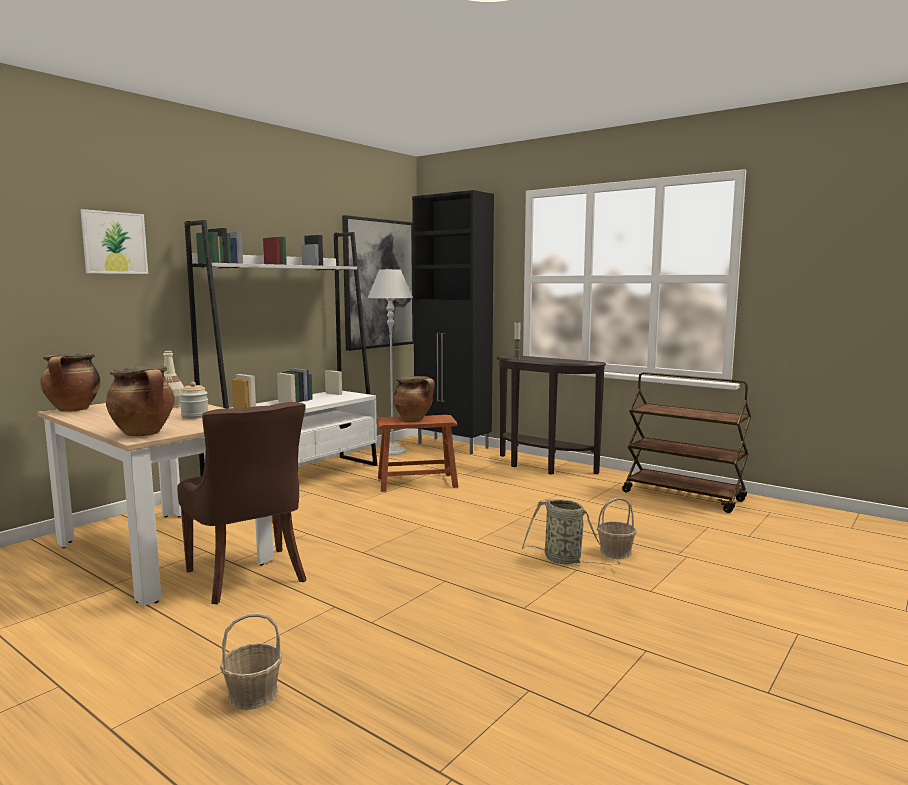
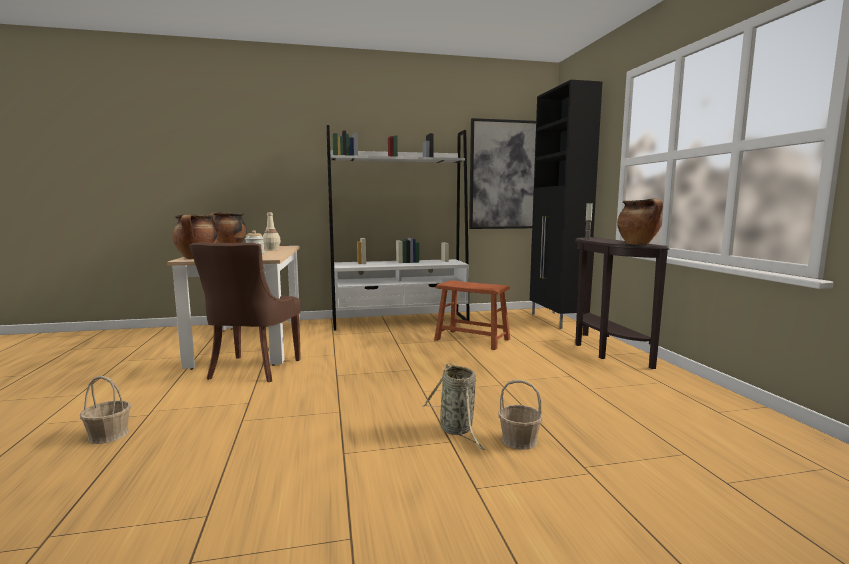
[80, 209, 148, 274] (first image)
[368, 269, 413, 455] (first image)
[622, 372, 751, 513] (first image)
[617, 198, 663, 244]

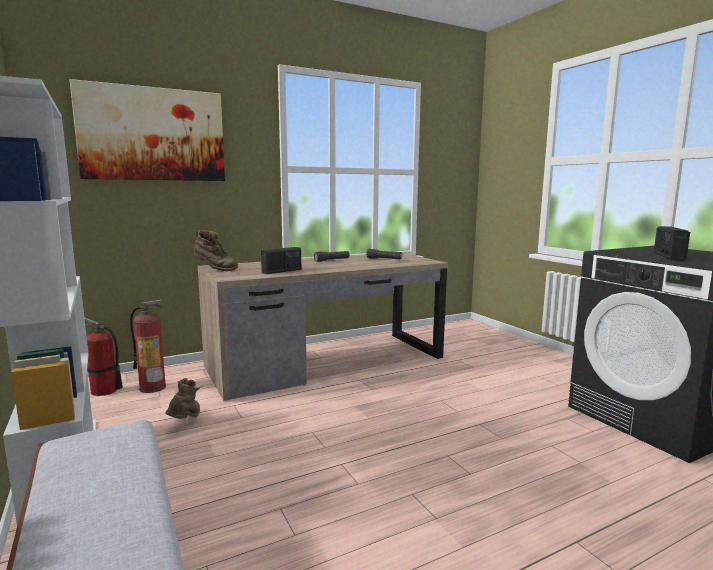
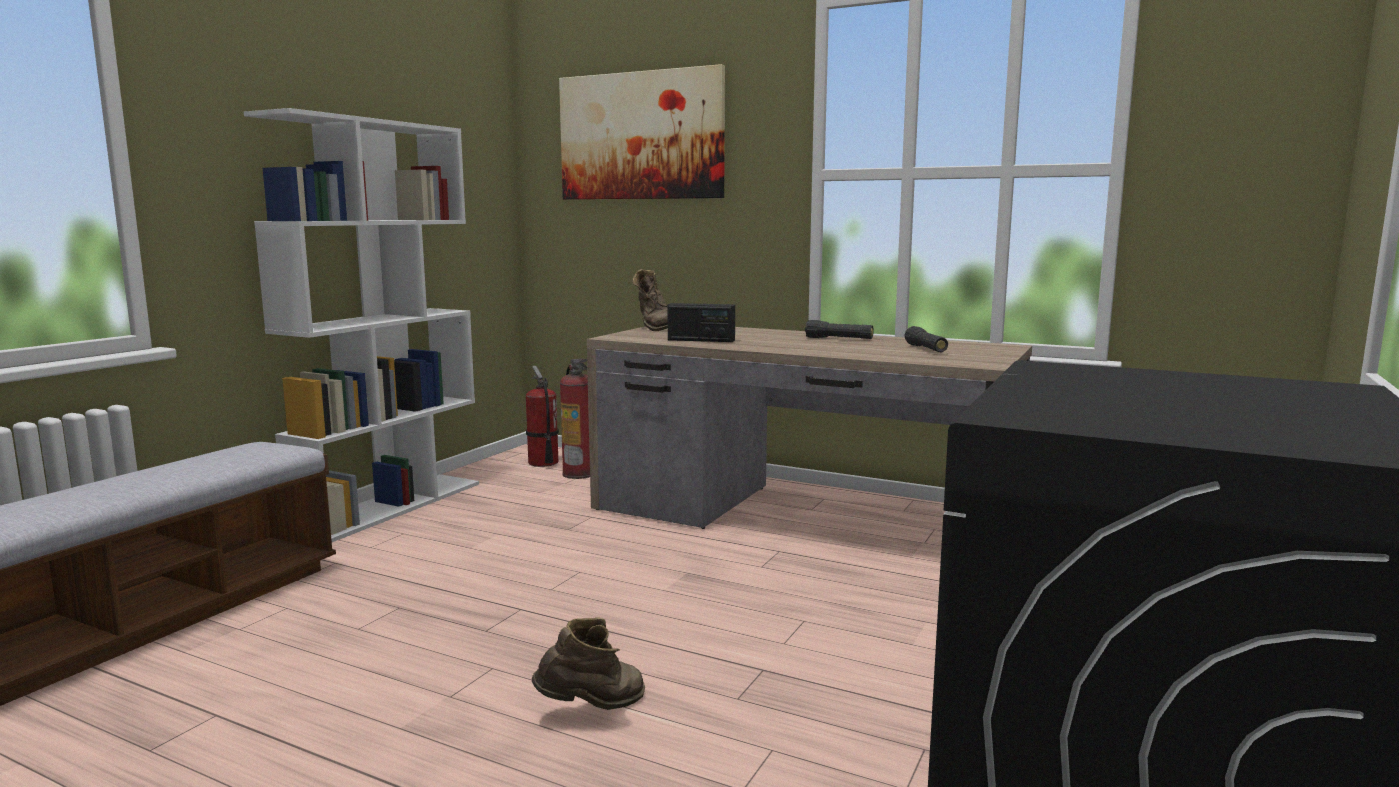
[654, 226, 690, 261] (first image)
[532, 617, 645, 710]

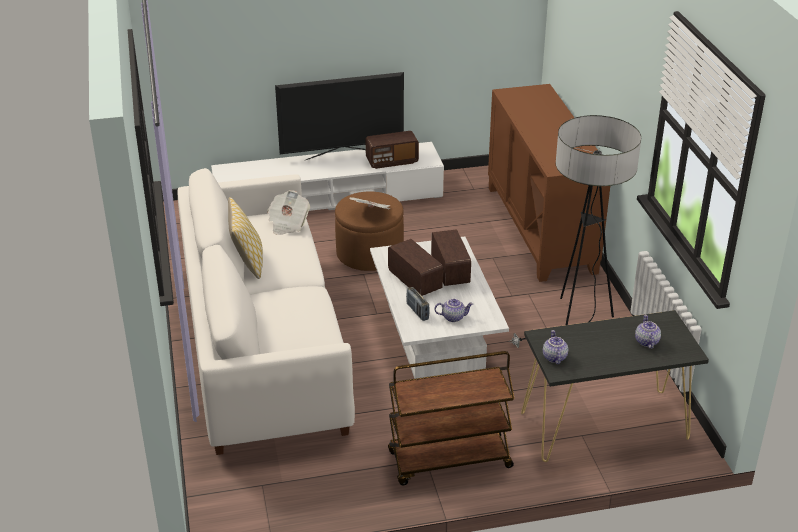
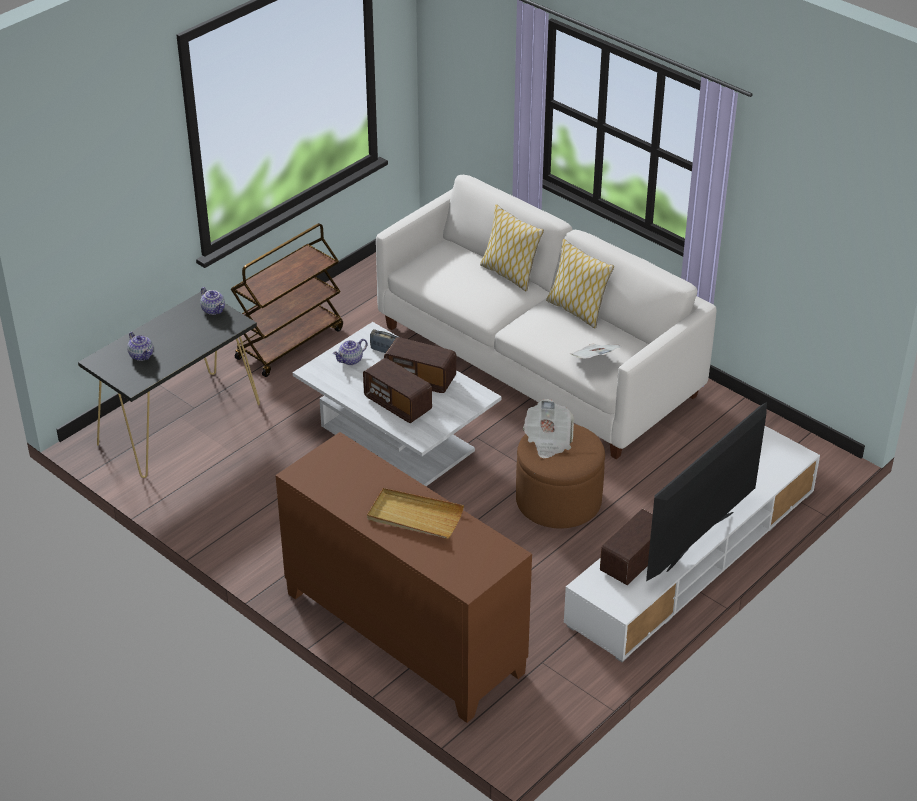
[510, 115, 641, 348] (first image)
[480, 204, 544, 291]
[367, 488, 464, 538]

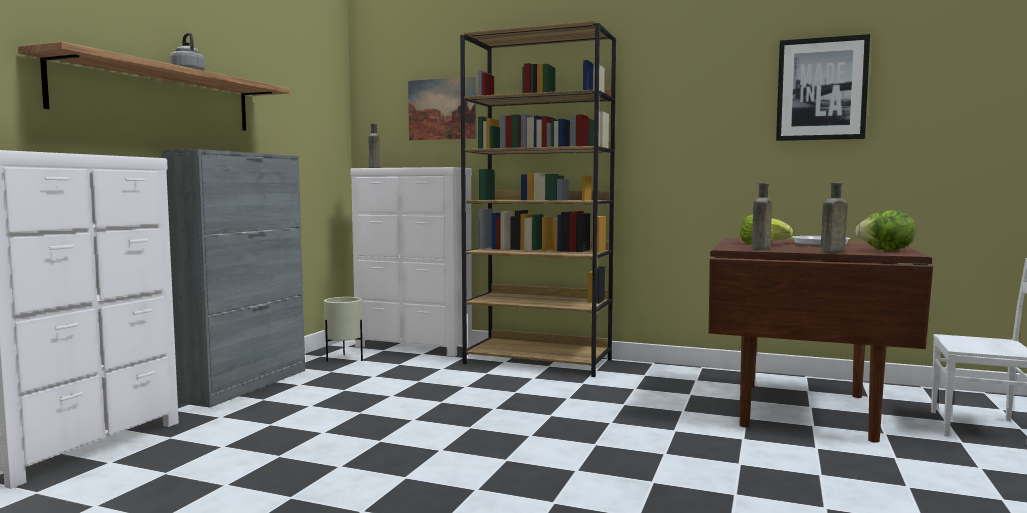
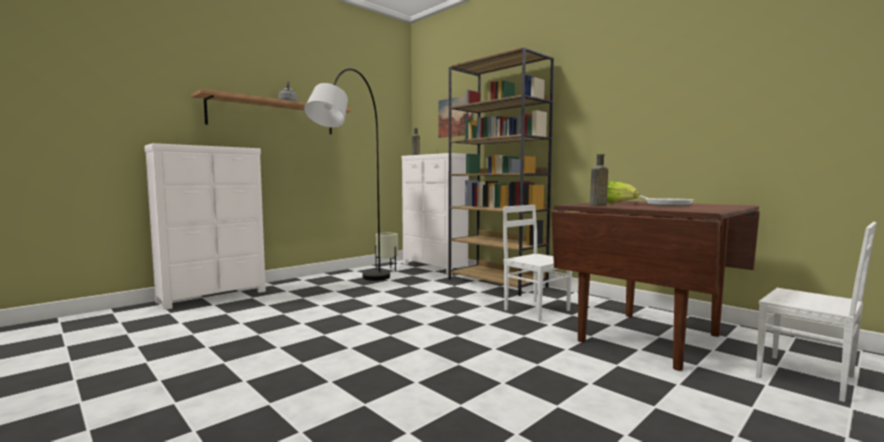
[776, 34, 870, 141] (first image)
[162, 149, 305, 408] (first image)
[820, 183, 848, 253] (first image)
[855, 210, 915, 251] (first image)
[304, 68, 390, 281]
[503, 205, 572, 321]

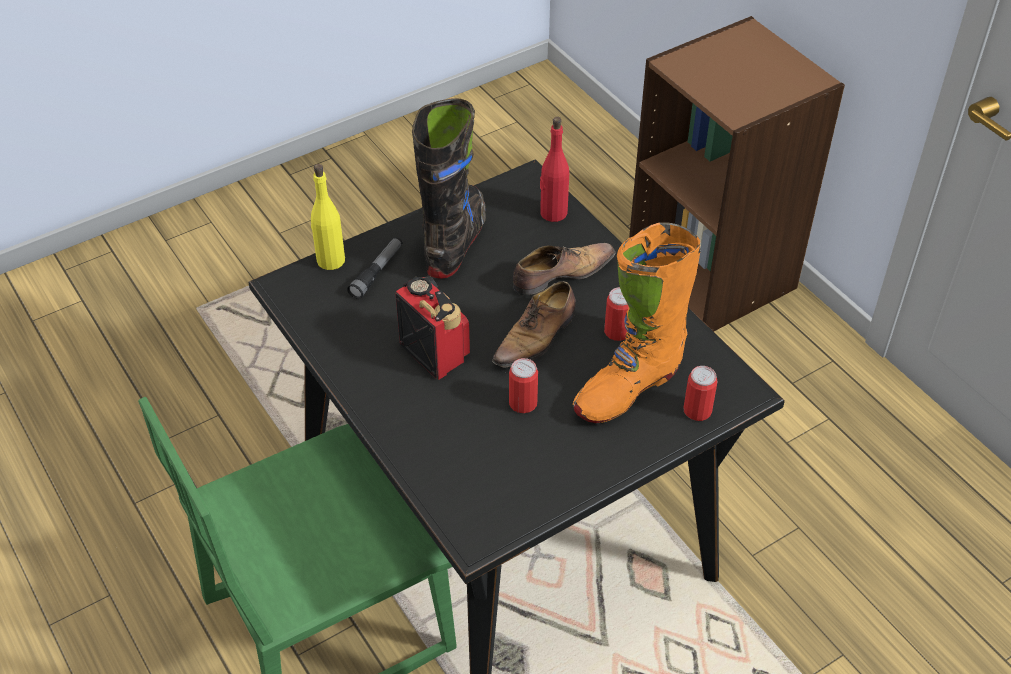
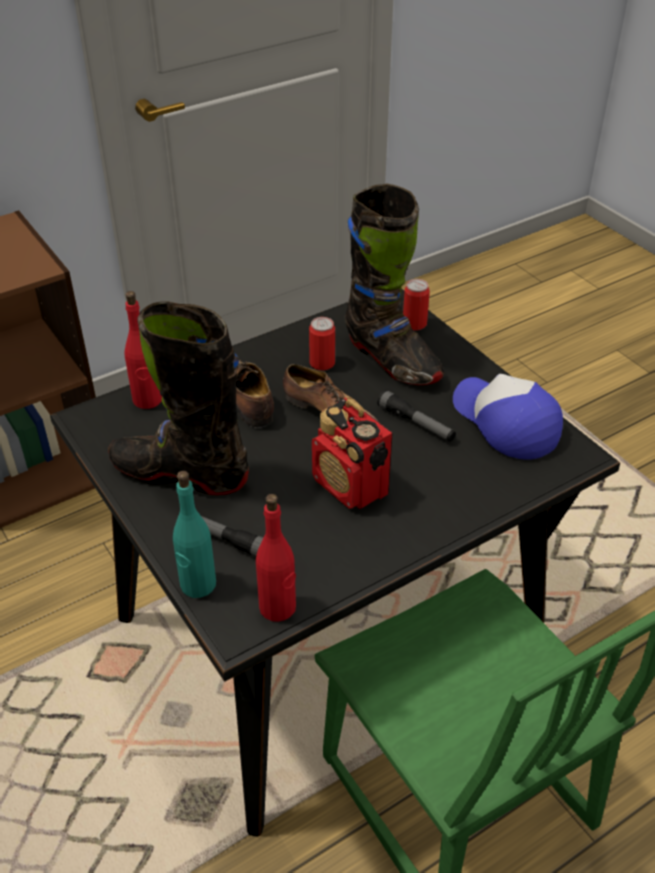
[173, 471, 216, 598]
[345, 184, 444, 385]
[312, 398, 393, 509]
[377, 390, 456, 442]
[453, 374, 563, 460]
[256, 494, 296, 622]

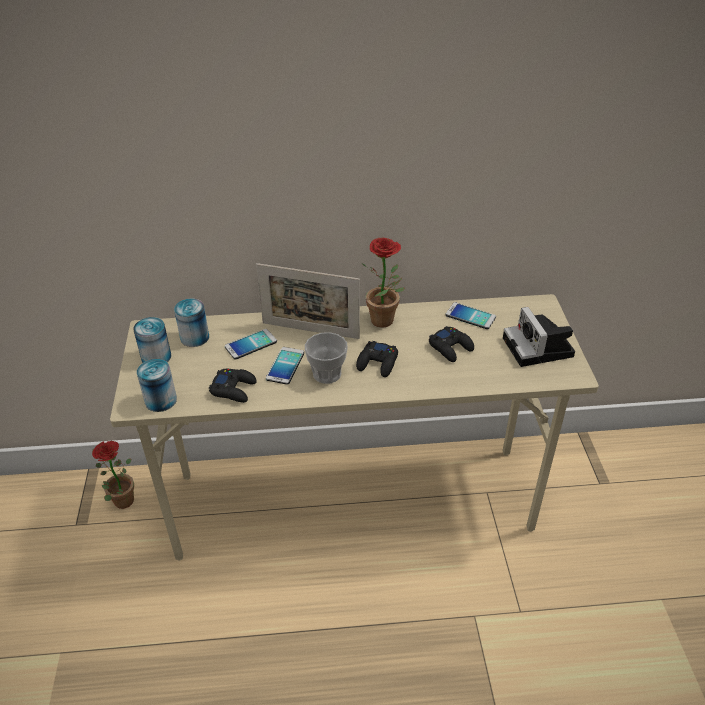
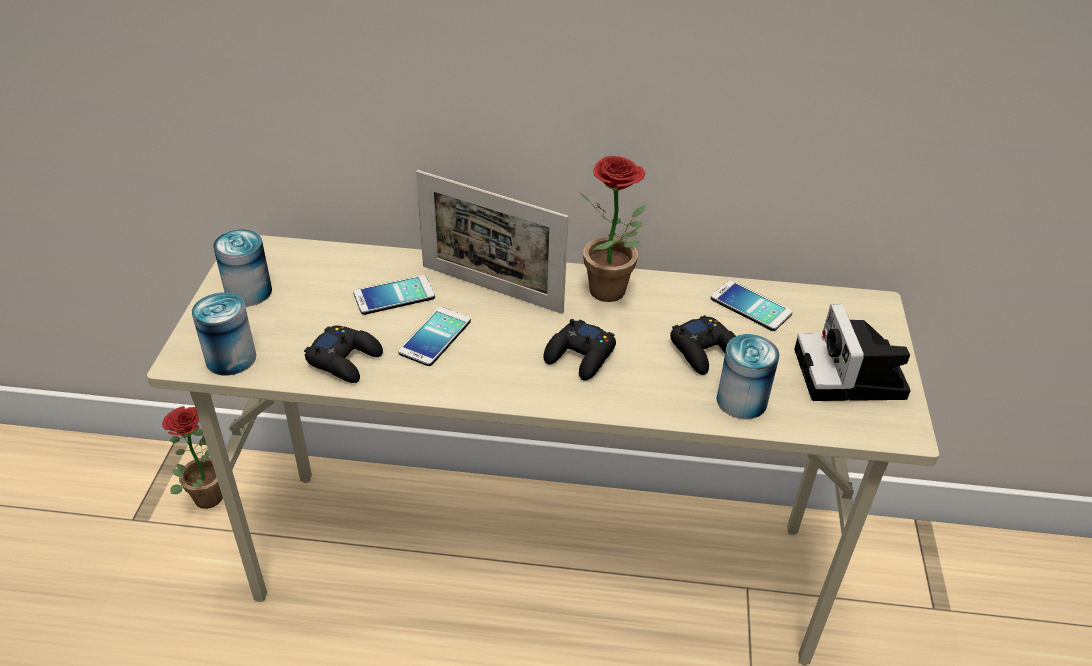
[716, 334, 779, 419]
[305, 332, 348, 384] (first image)

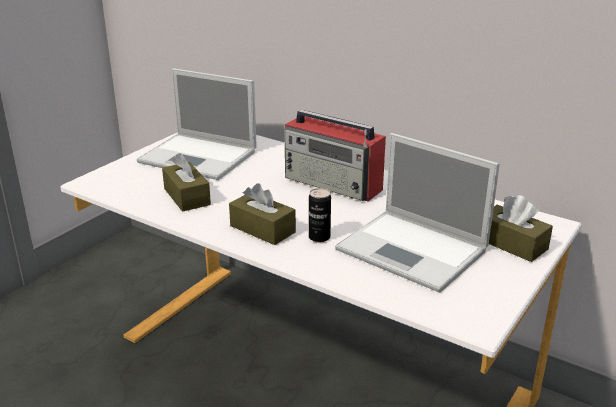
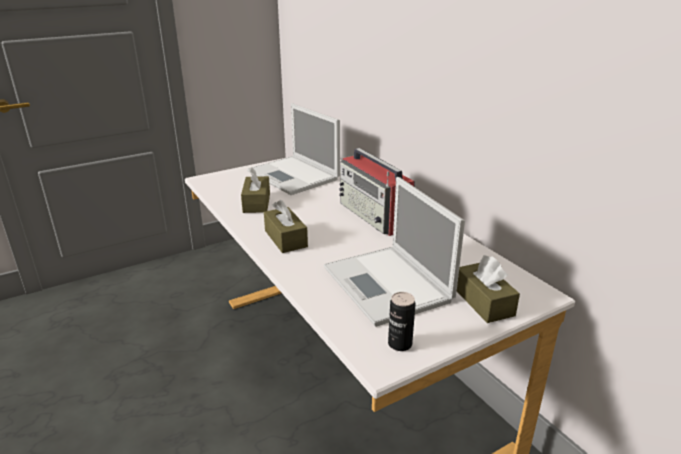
[388, 292, 416, 351]

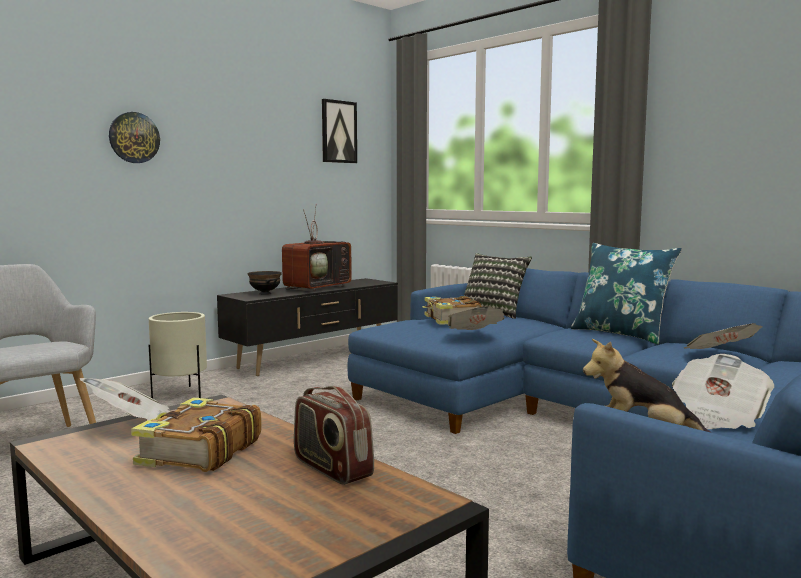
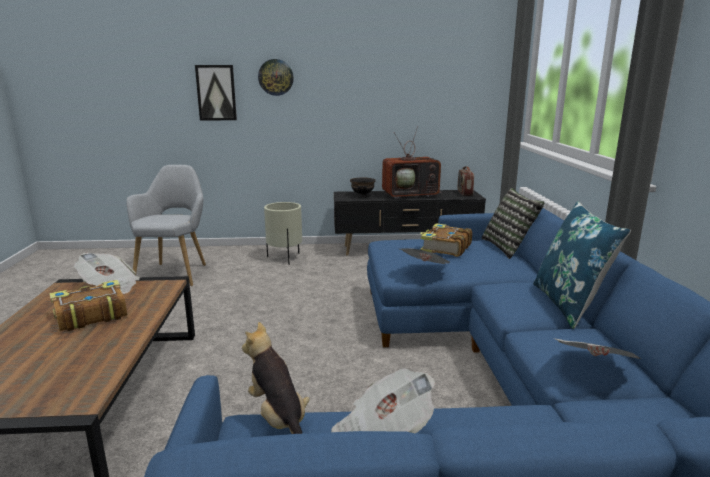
[195, 65, 237, 120]
[457, 166, 474, 196]

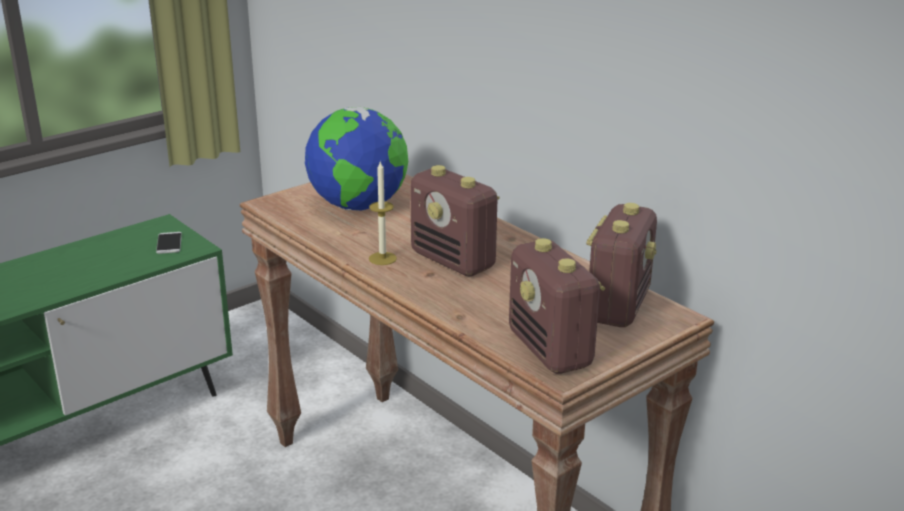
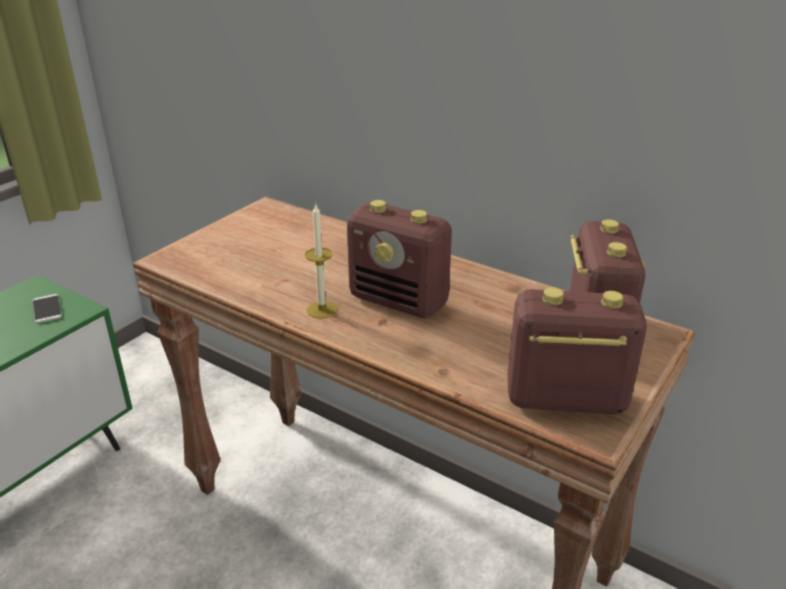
[305, 107, 408, 211] (first image)
[507, 288, 647, 415]

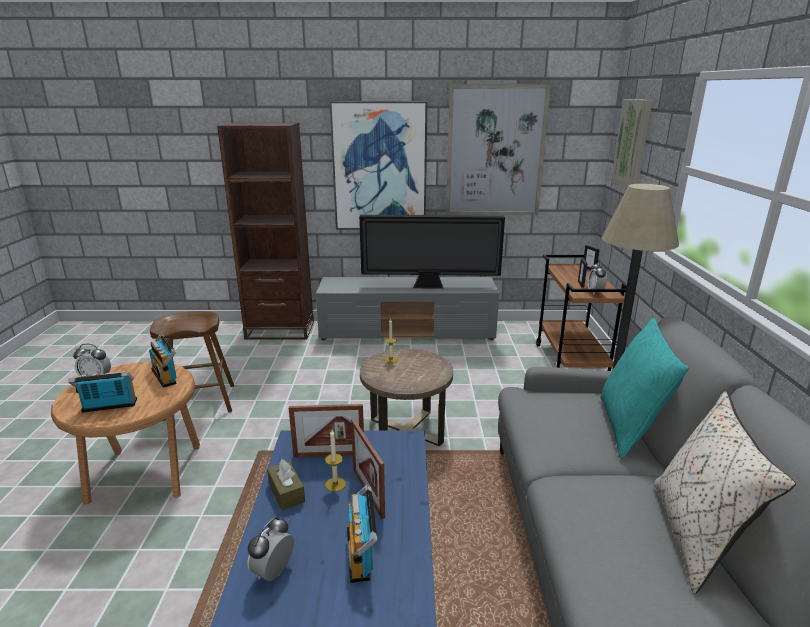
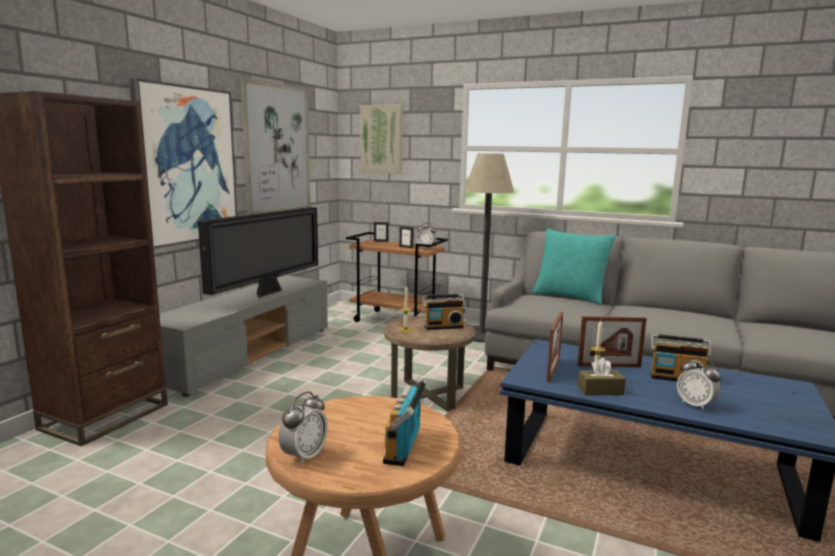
[150, 311, 234, 421] (first image)
[422, 294, 466, 330]
[654, 391, 796, 594] (first image)

